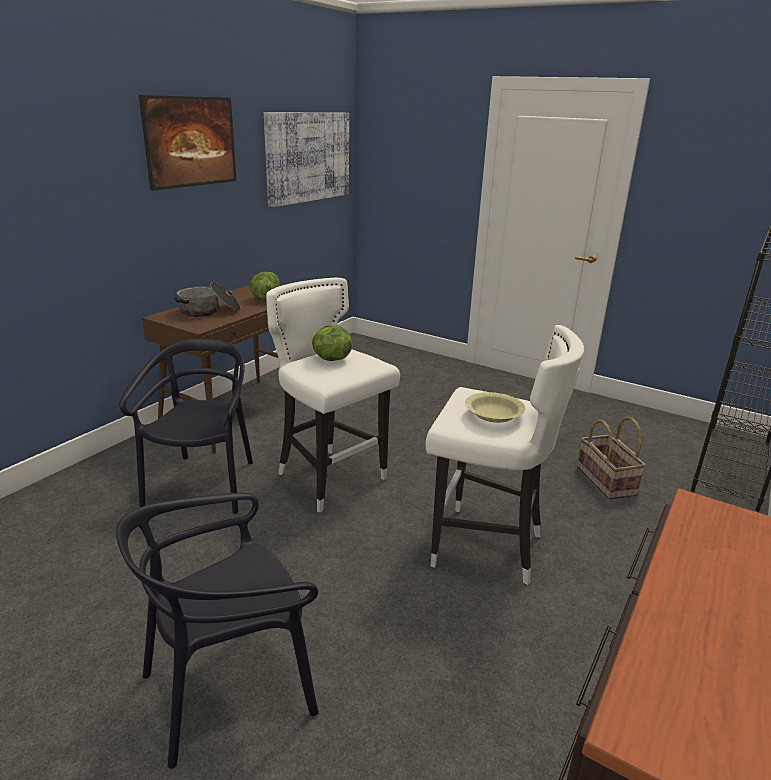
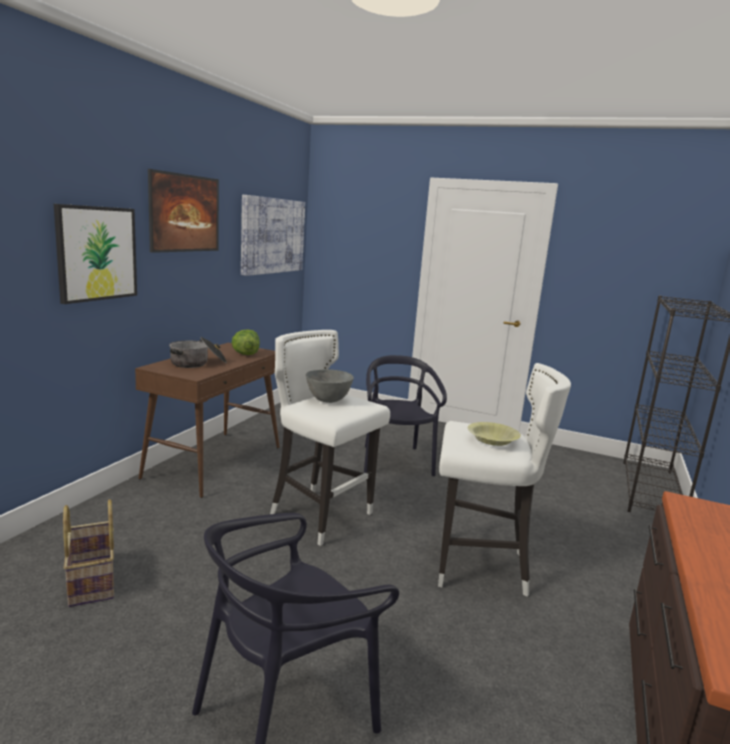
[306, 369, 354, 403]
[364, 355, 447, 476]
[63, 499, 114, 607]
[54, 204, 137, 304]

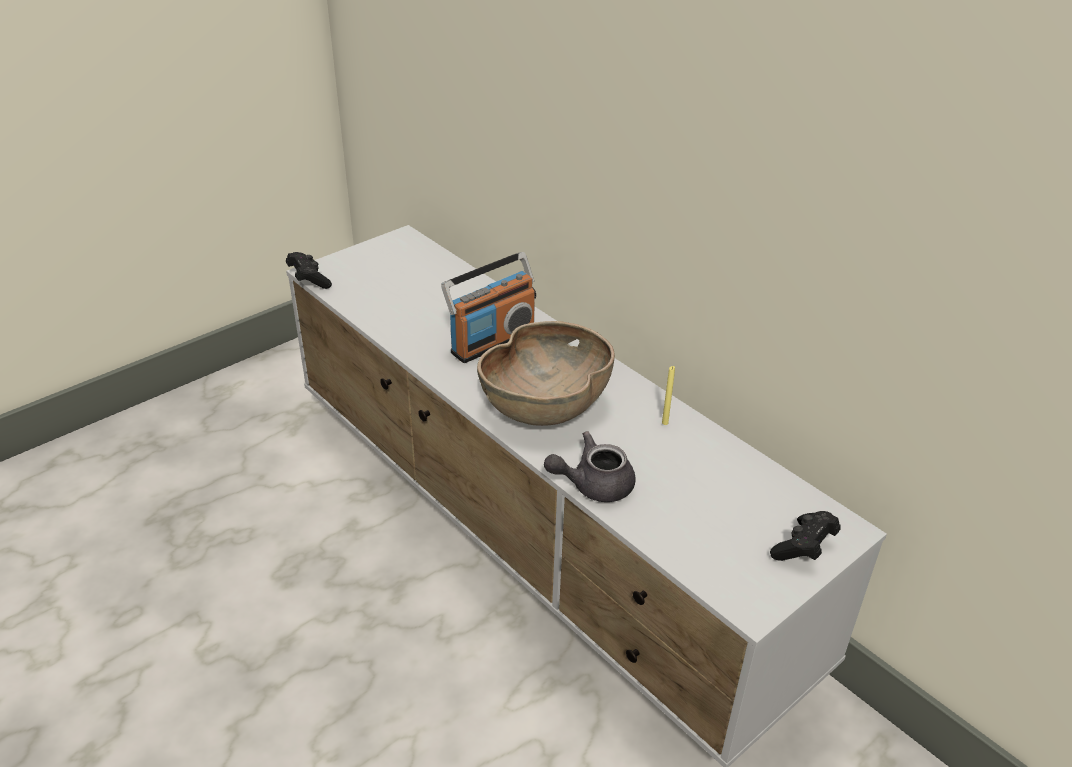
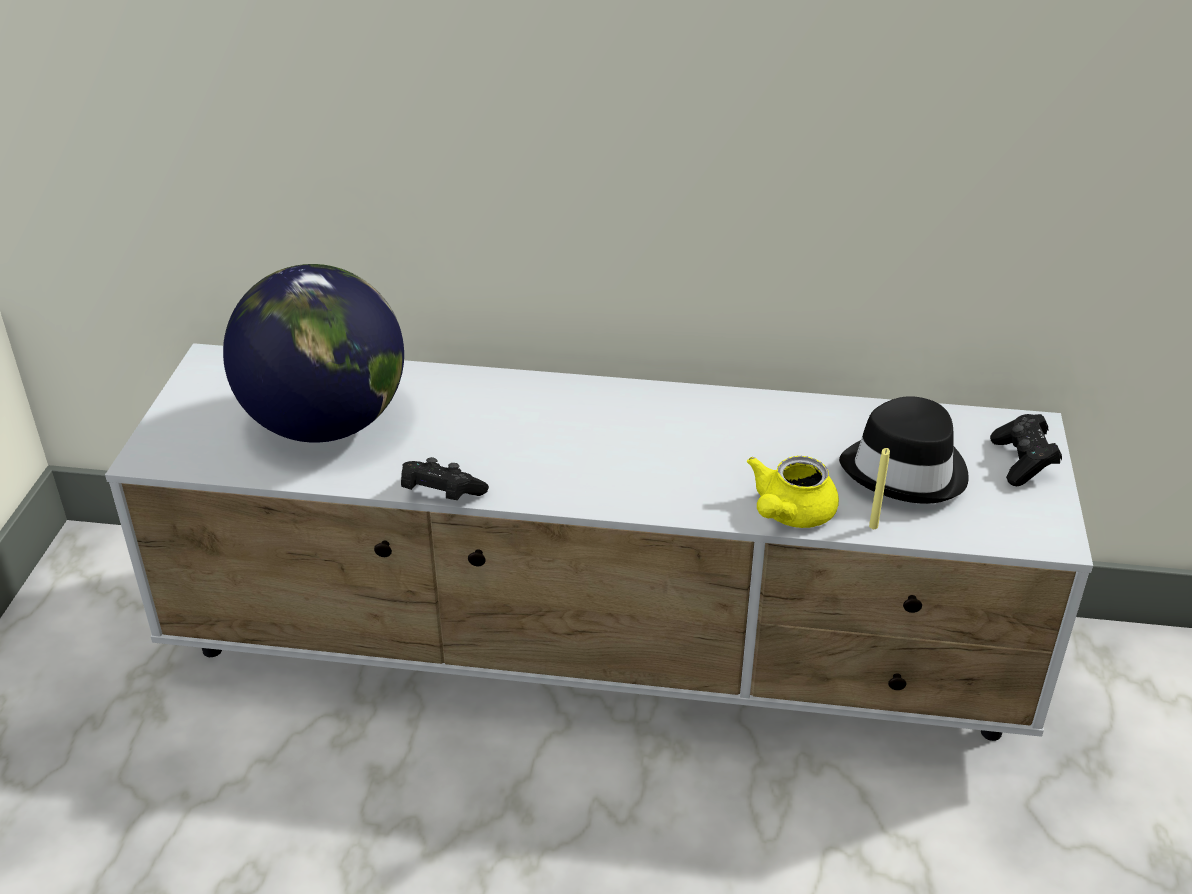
[401, 457, 489, 500]
[441, 252, 536, 363] (first image)
[477, 321, 615, 426] (first image)
[869, 448, 890, 529]
[747, 456, 839, 528]
[223, 264, 404, 443]
[839, 396, 969, 504]

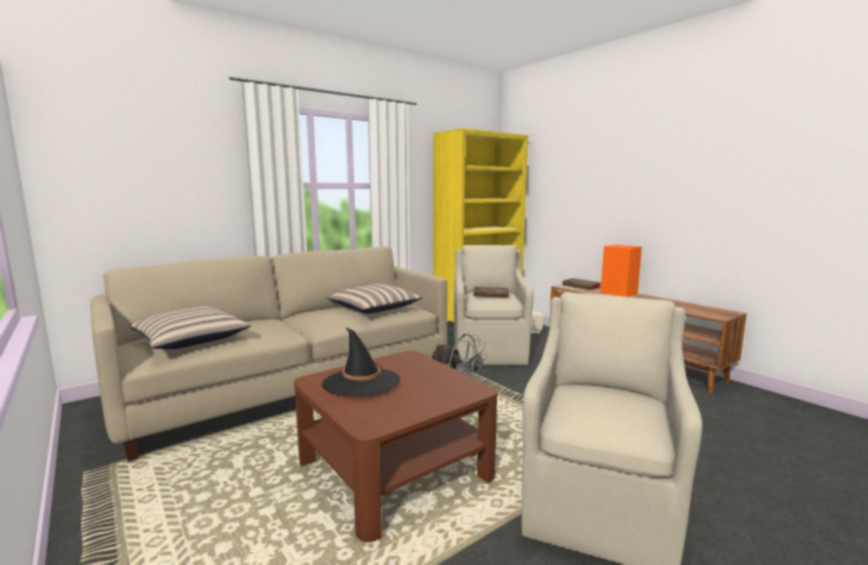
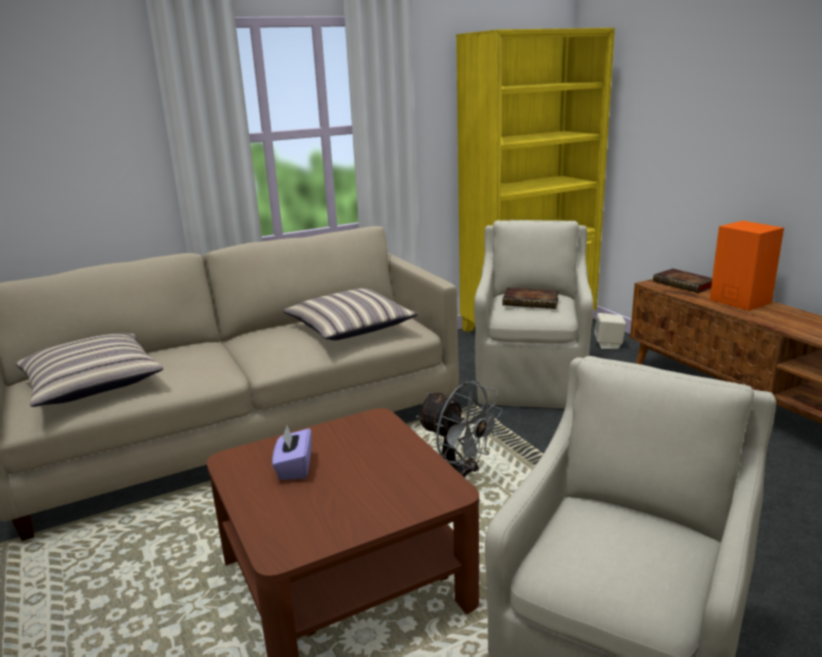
[272, 426, 312, 480]

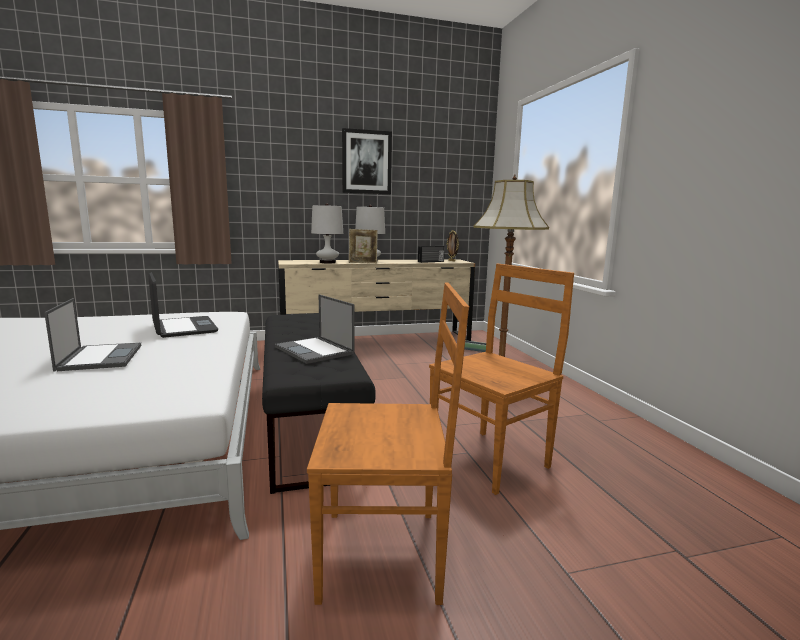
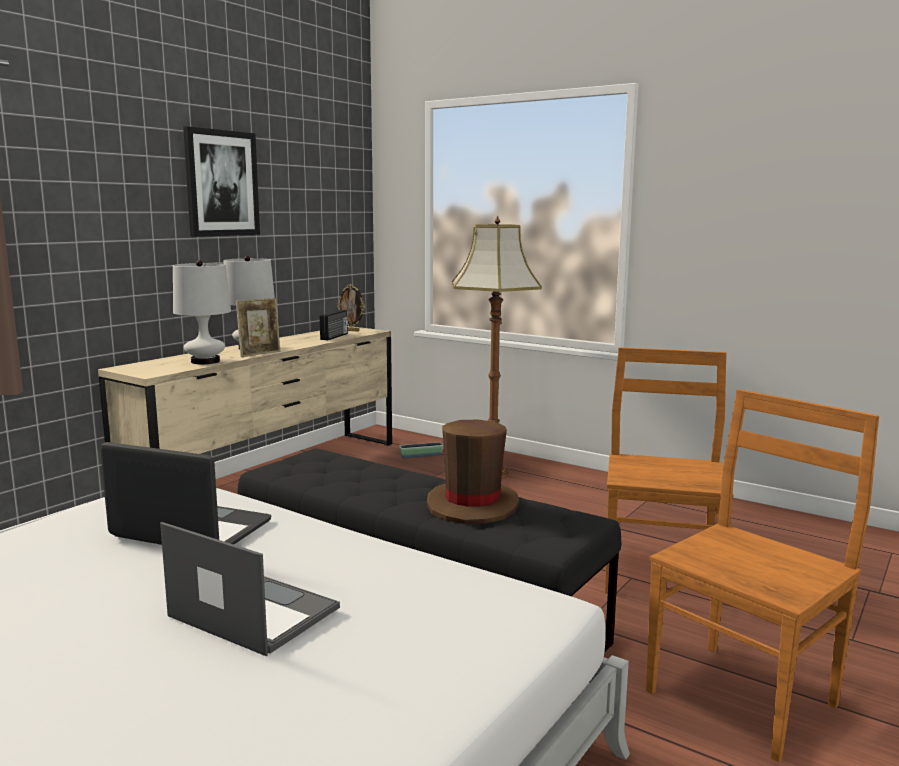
[427, 420, 520, 524]

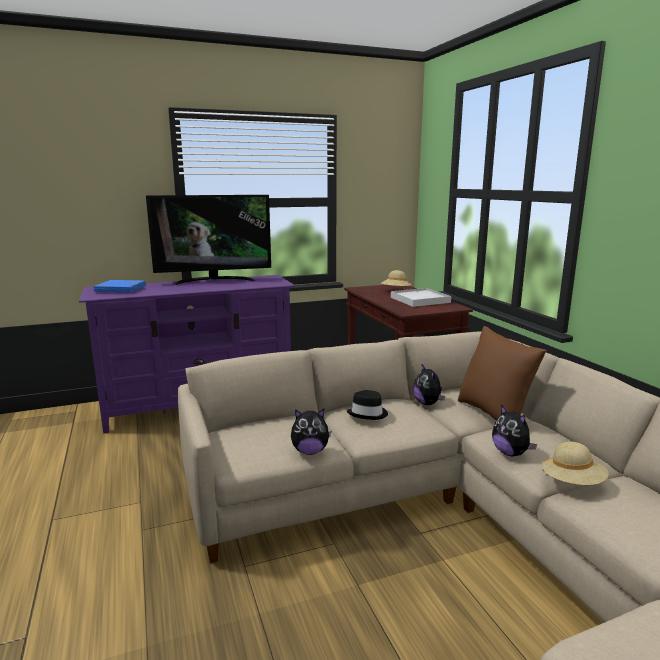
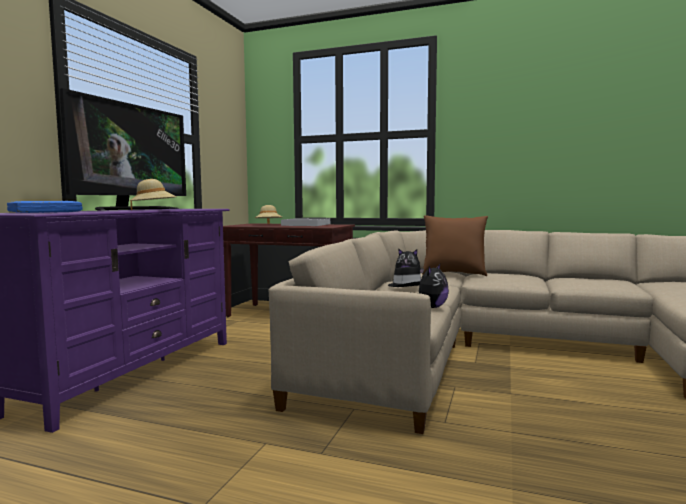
[492, 405, 537, 456] (first image)
[130, 179, 176, 210]

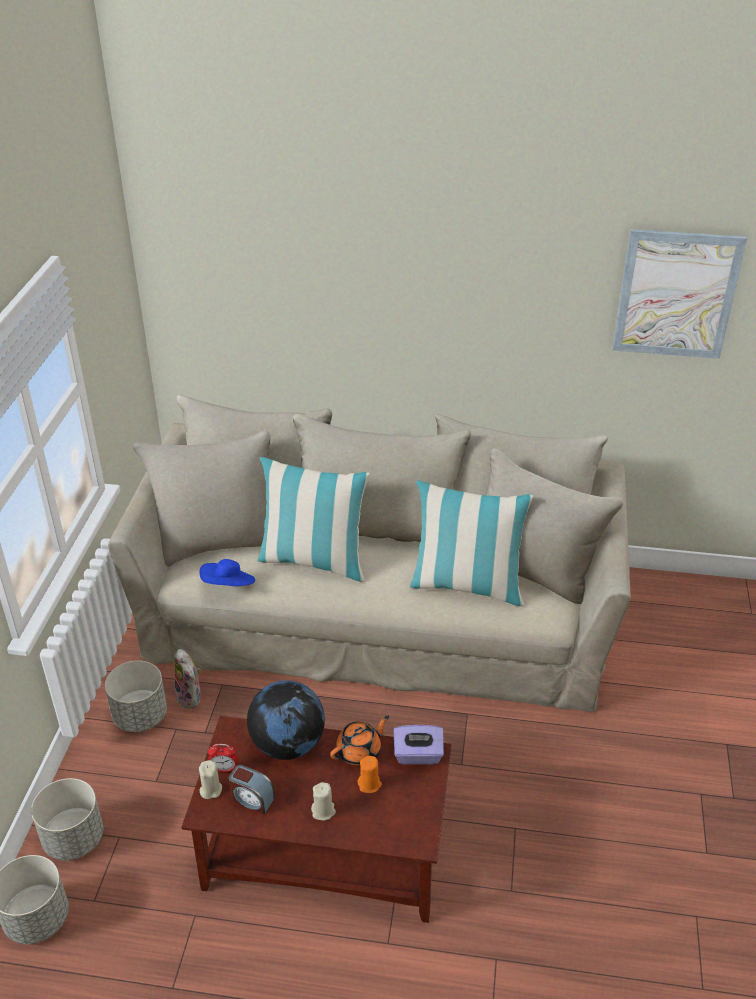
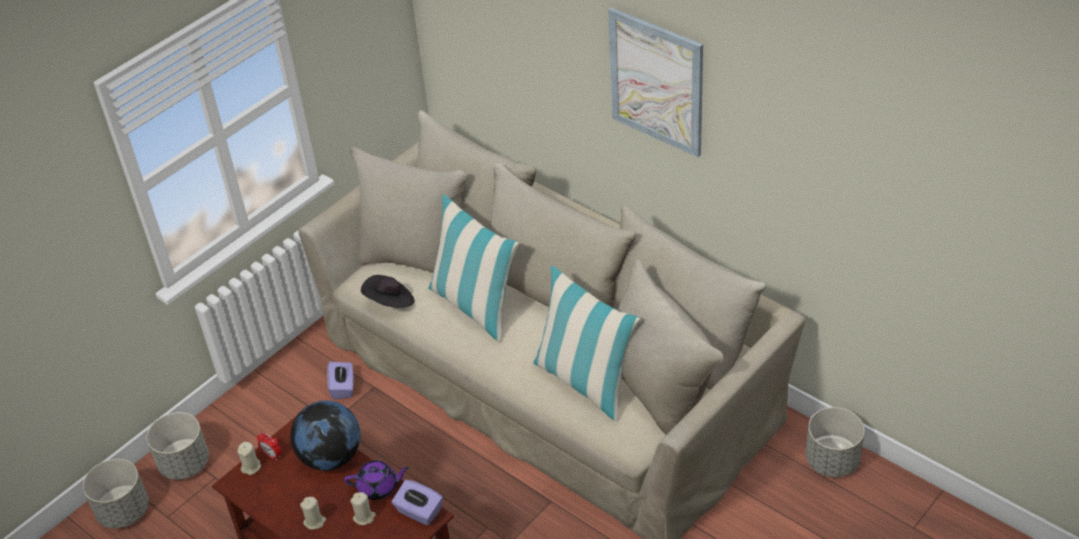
[608, 8, 703, 157]
[361, 275, 414, 308]
[327, 362, 353, 400]
[806, 407, 865, 477]
[344, 460, 409, 500]
[350, 492, 376, 525]
[229, 765, 275, 814] (first image)

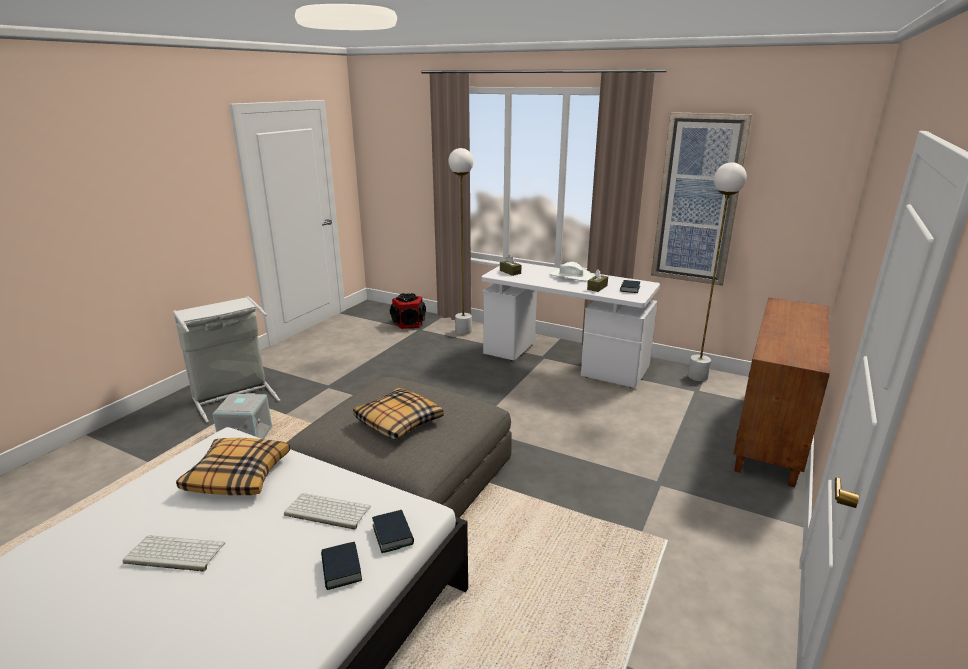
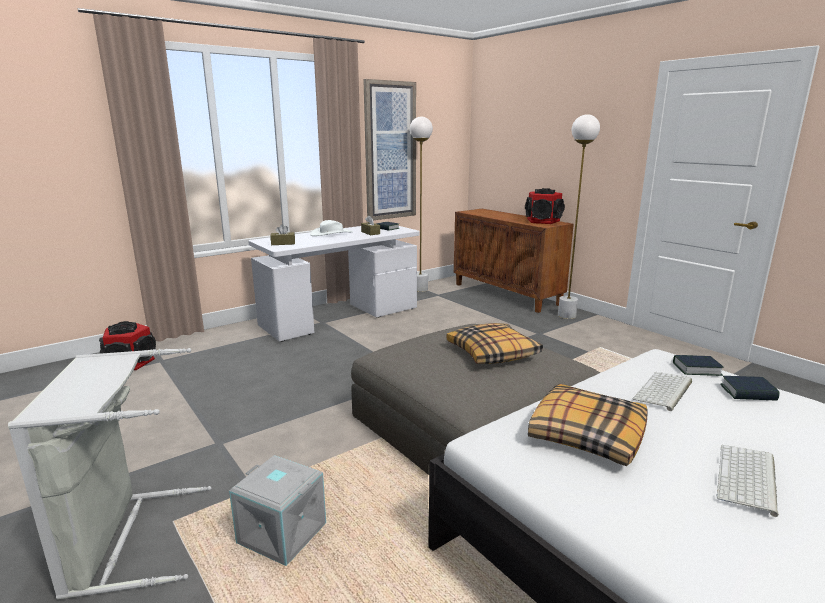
[558, 114, 600, 319]
[525, 188, 565, 224]

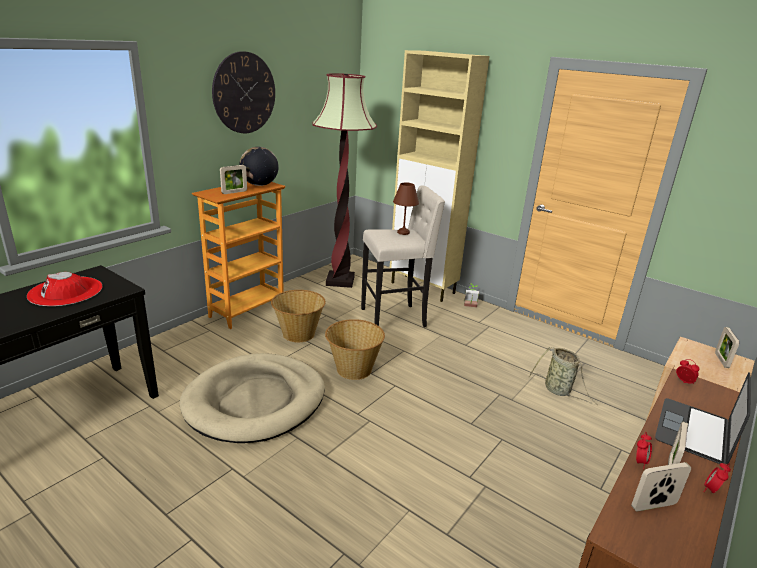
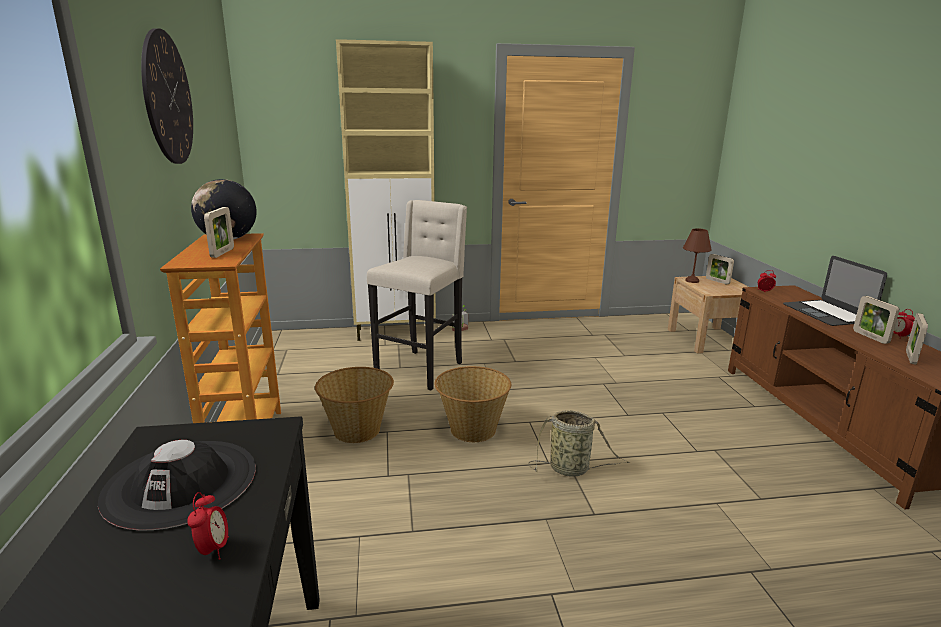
[312, 73, 377, 288] (first image)
[683, 228, 712, 283]
[98, 440, 256, 531]
[529, 410, 630, 476]
[180, 353, 325, 443] (first image)
[187, 492, 229, 560]

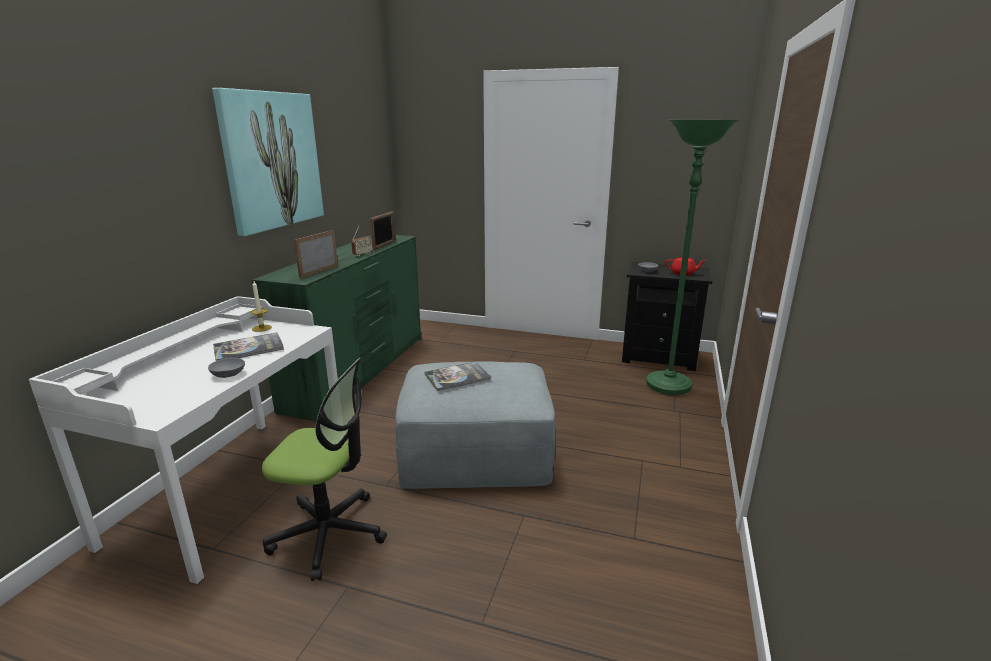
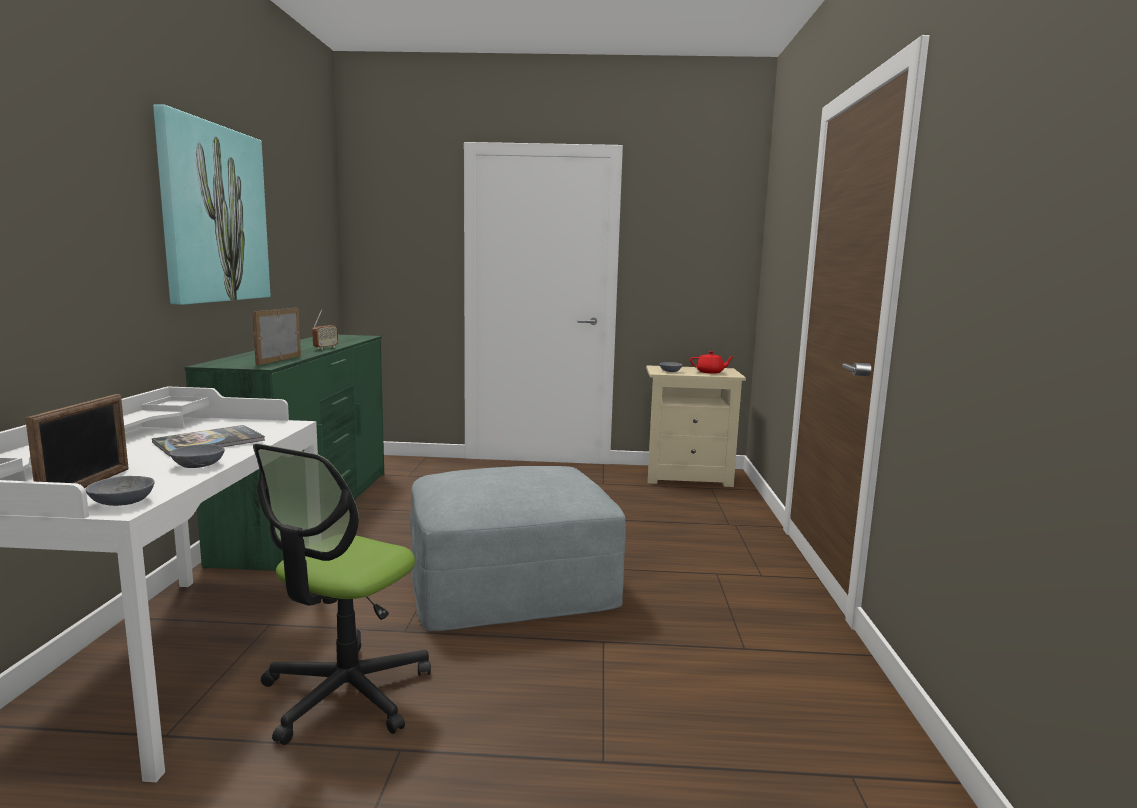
[646, 120, 740, 395] (first image)
[25, 394, 129, 488]
[646, 365, 746, 487]
[250, 281, 272, 332] (first image)
[253, 444, 431, 745]
[425, 361, 491, 391] (first image)
[86, 476, 155, 506]

